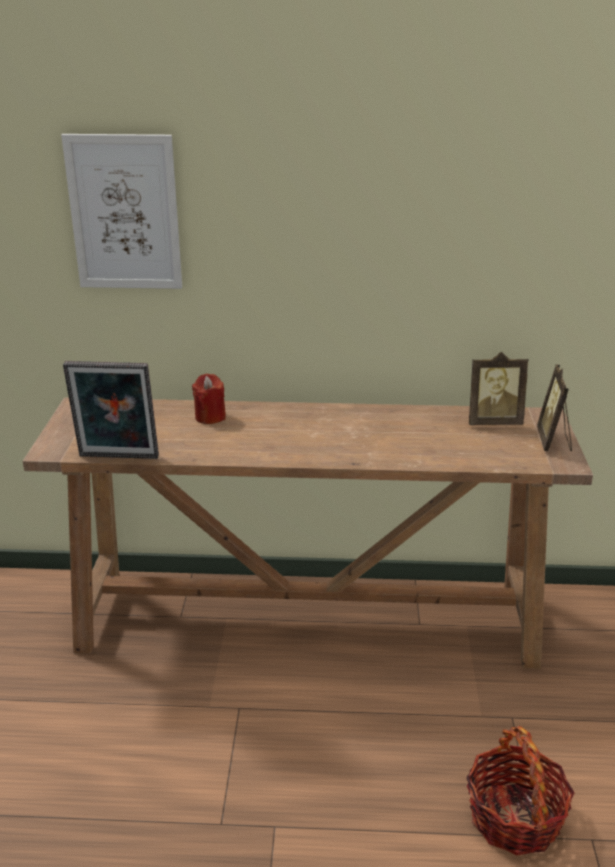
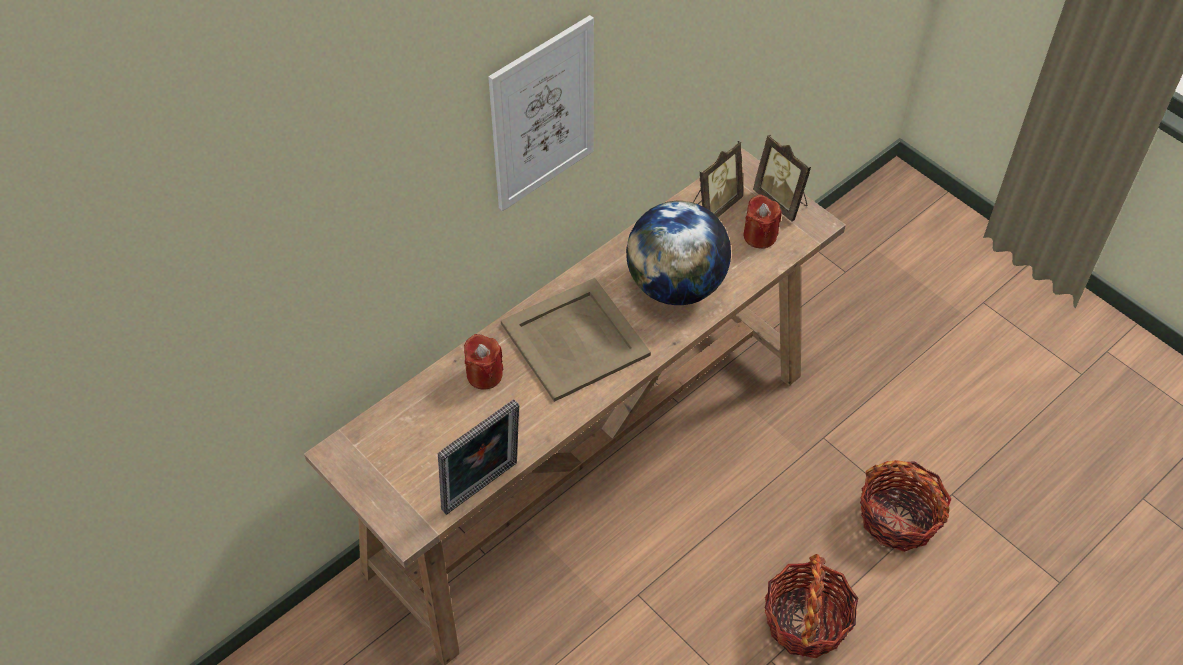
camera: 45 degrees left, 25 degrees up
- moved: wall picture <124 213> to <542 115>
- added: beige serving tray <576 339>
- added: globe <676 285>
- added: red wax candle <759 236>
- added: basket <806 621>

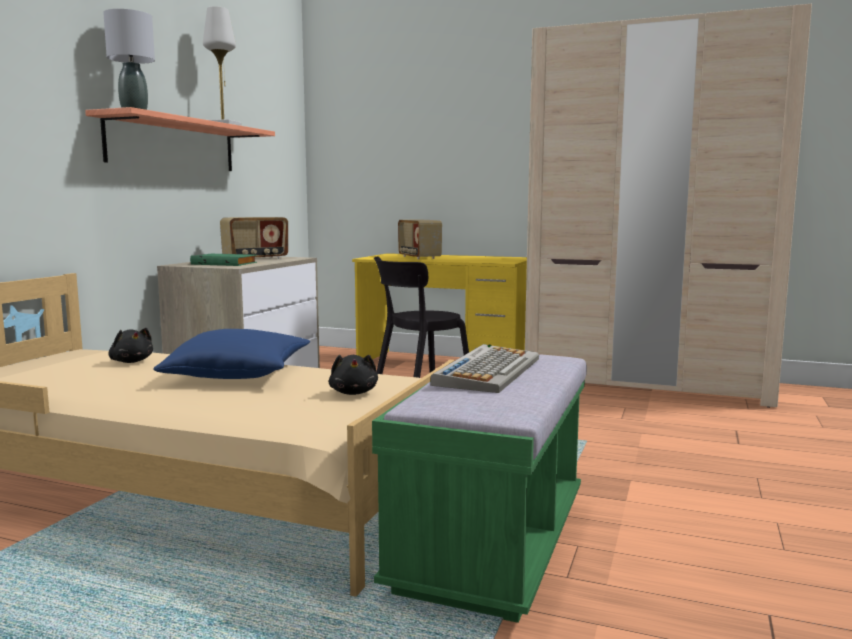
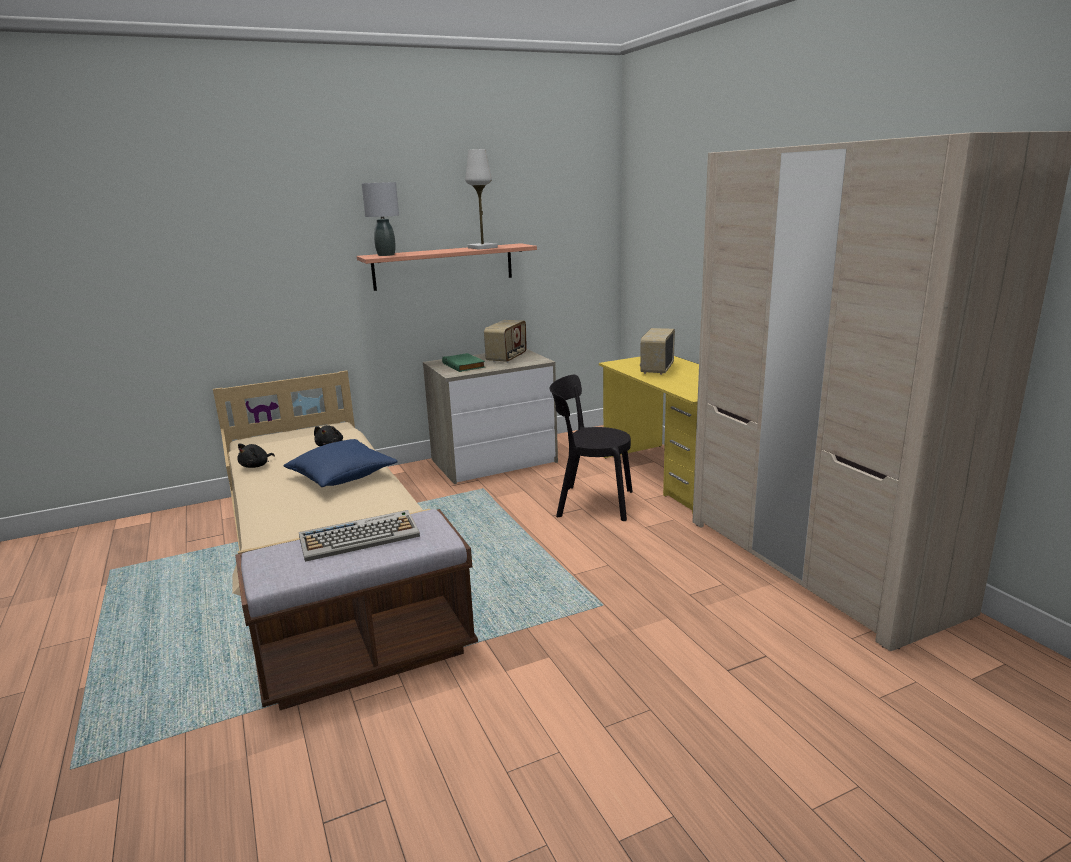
camera: 45 degrees right, 10 degrees up
- recoloured: green indoor bench <491 544> to brown indoor bench <367 656>
- moved: blackish cuddly toy <354 393> to <256 466>
- turned: radio <256 259> = <507 358> 75 degrees counterclockwise

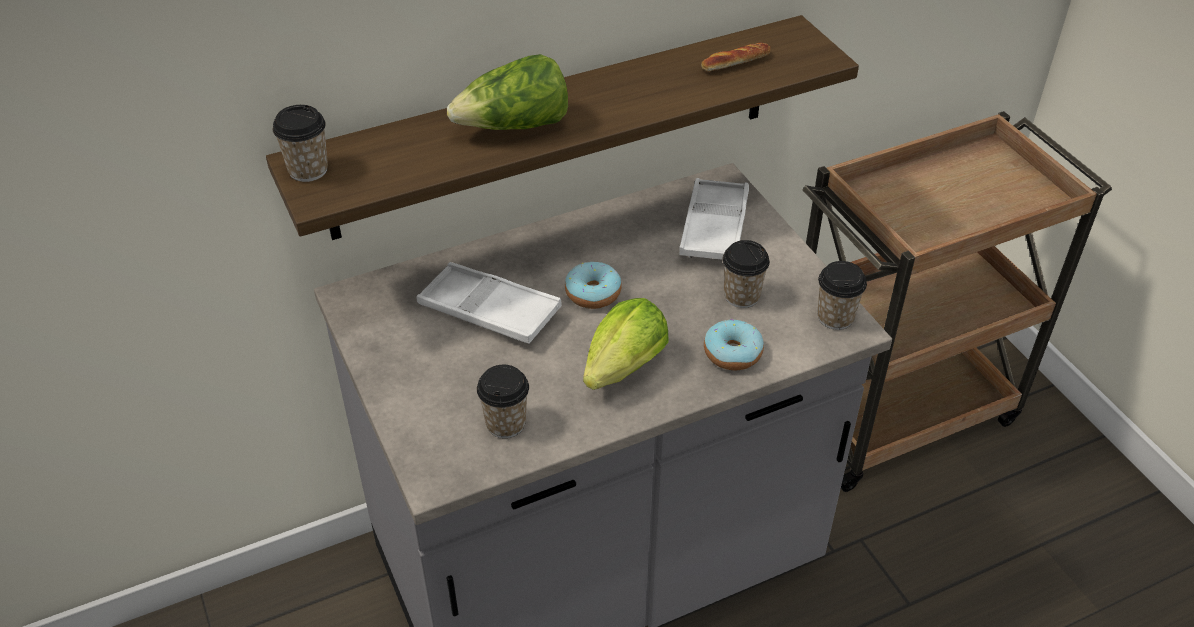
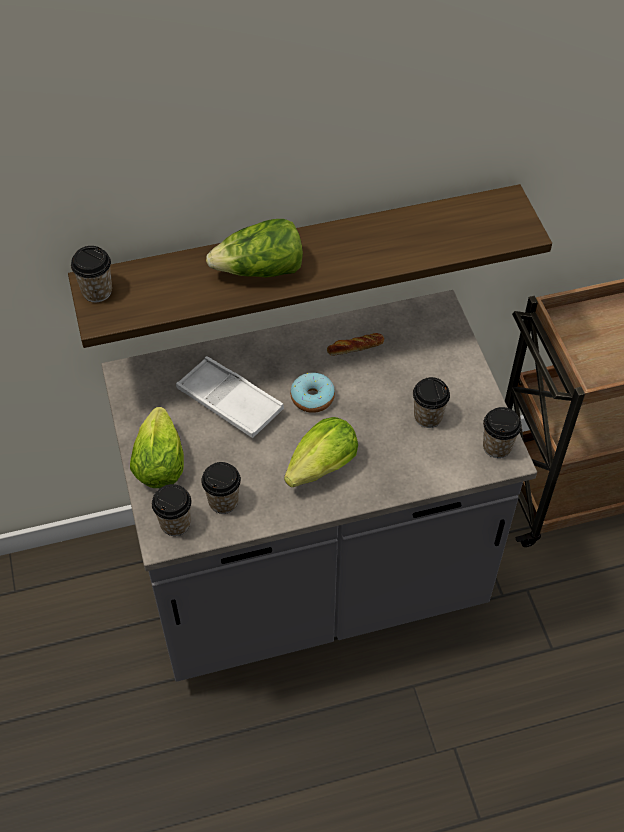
camera: 10 degrees right, 10 degrees up
- added: head of lettuce <160 459>
- added: cup <175 523>
- moved: bread <736 62> to <355 347>
- removed: whitish serving tray <714 227>
- removed: doughnut <732 353>

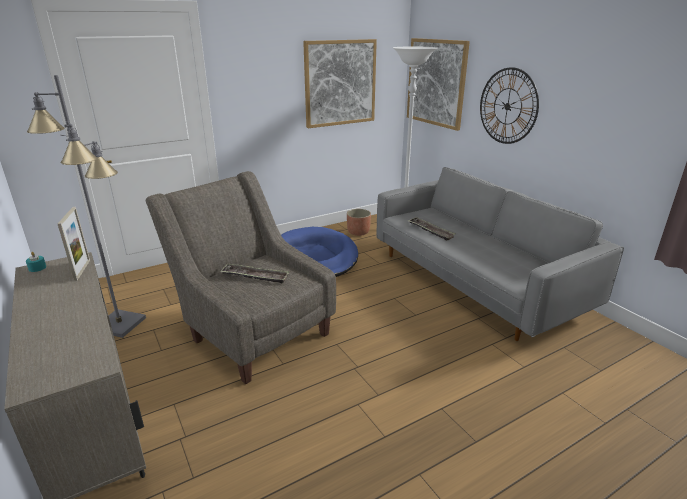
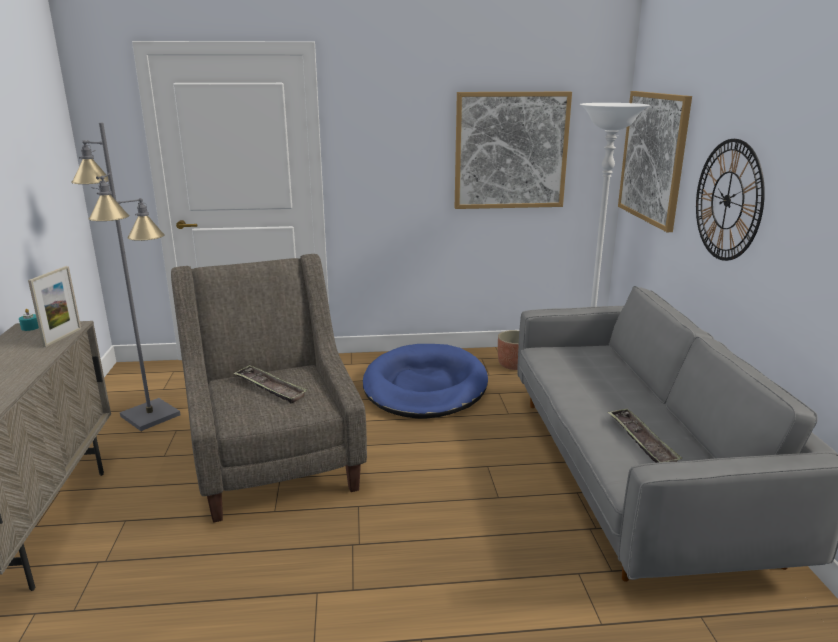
camera: 25 degrees right, 5 degrees down
- moved: serving tray <430 231> to <641 441>

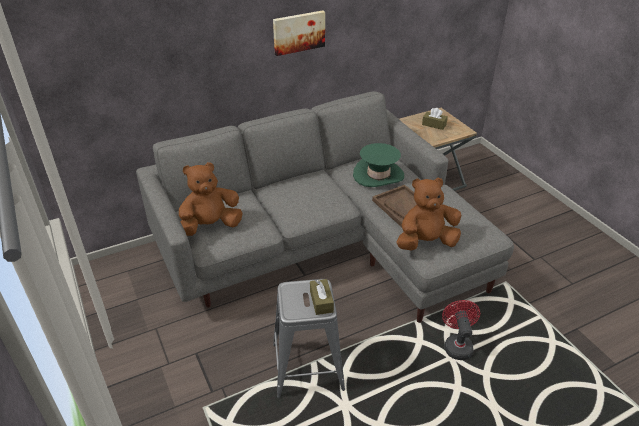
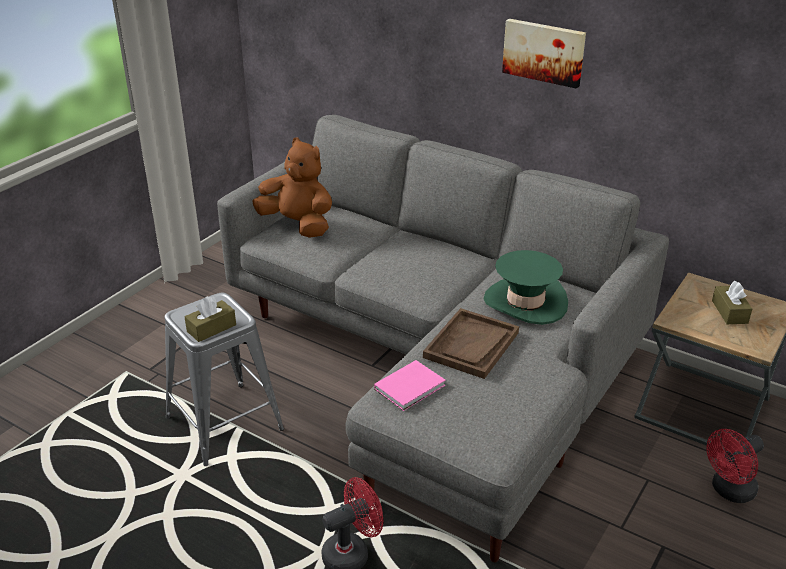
camera: 60 degrees right, 5 degrees down
- replaced: brown cuddly toy <426 242> to pinkish bound book <411 387>
- added: red fan <729 491>

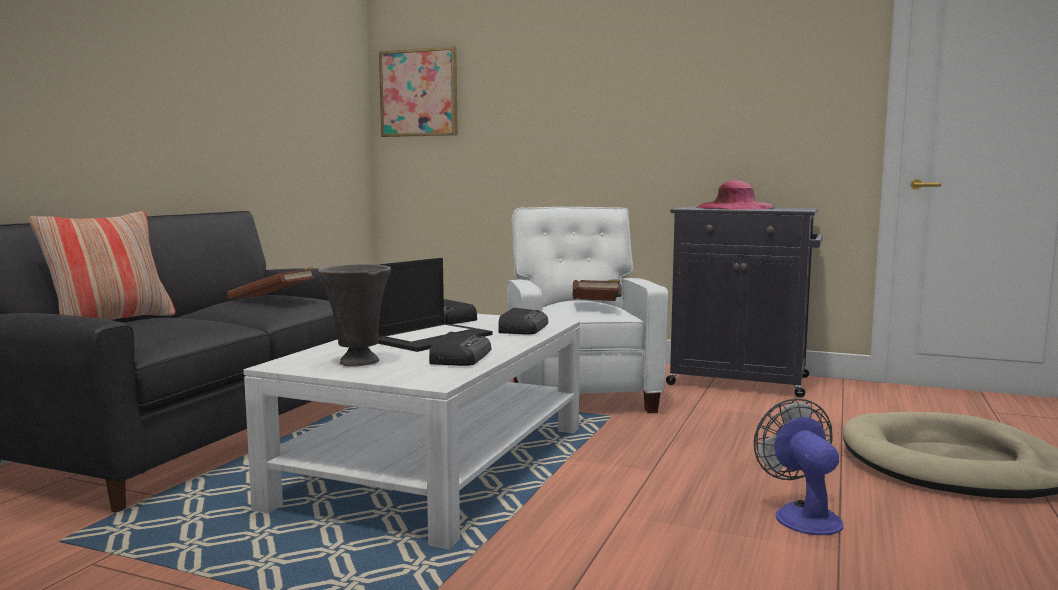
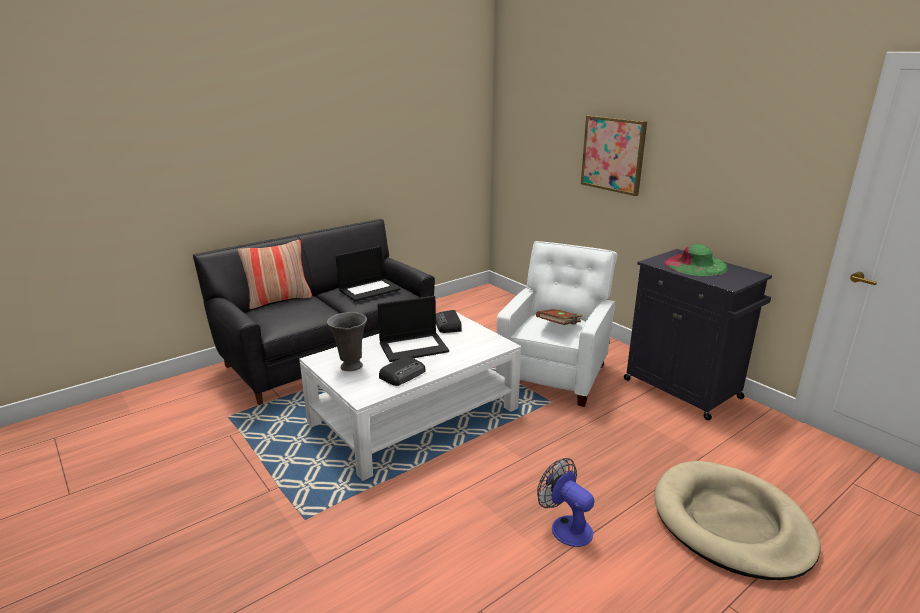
camera: 30 degrees right, 15 degrees up
- replaced: brown bound book <273 300> to notebook computer <369 289>
- turned: fan <802 515> = <565 526> 60 degrees counterclockwise
- moved: wall picture <419 93> to <613 154>
- recoloured: pinkish hat <734 207> to green hat <695 265>
- removed: radio <523 328>

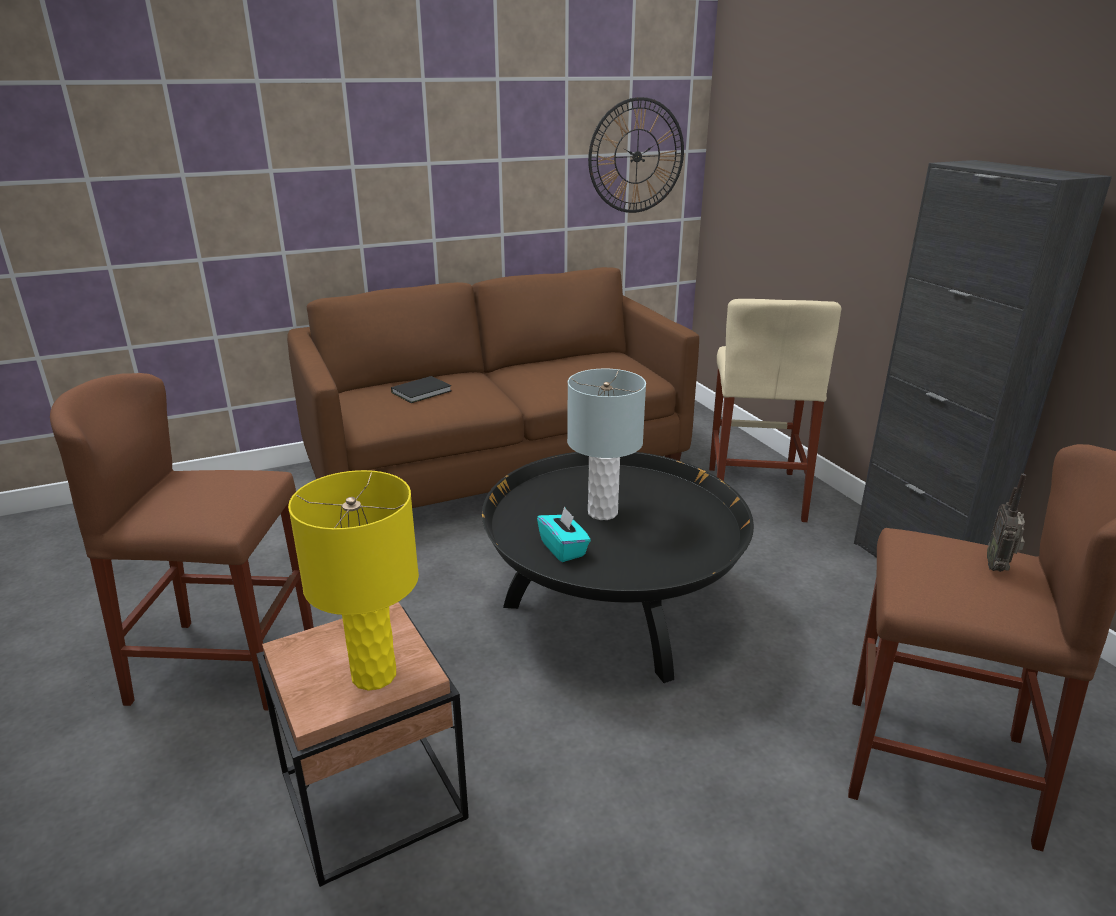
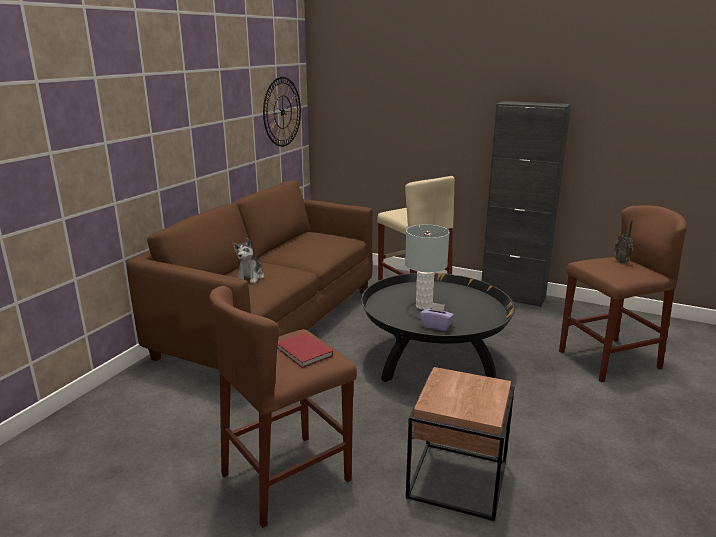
camera: 40 degrees left, 5 degrees down
- replaced: blackish bound book <423 391> to cuddly toy <250 277>
- added: red bound book <304 353>
- recoloured: turquoise-coloured tissue box <563 549> to purple tissue box <436 326>
- removed: yellow-coloured lamp for a table <374 676>

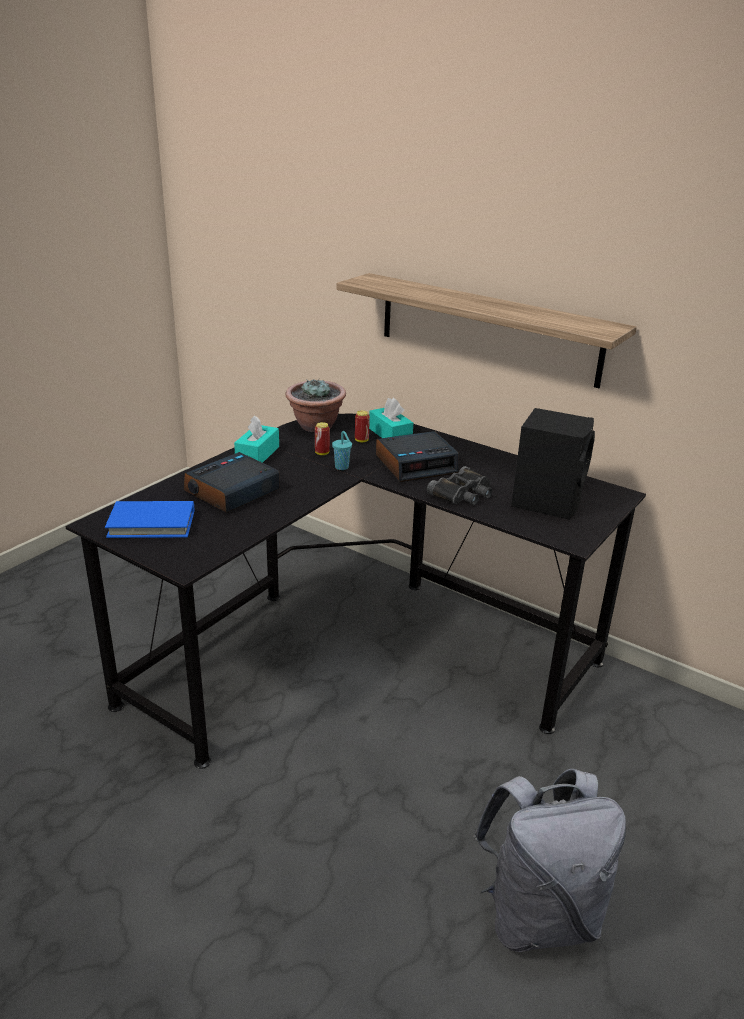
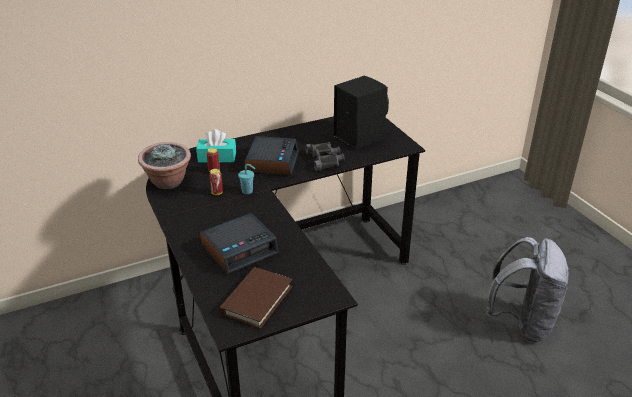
camera: 60 degrees left, 5 degrees up
- turned: table clock <232 492> = <240 249> 105 degrees counterclockwise
- recoloured: blue bound book <152 523> to brown bound book <256 300>
- removed: turquoise-coloured tissue box <257 454>
- removed: shelf <487 329>

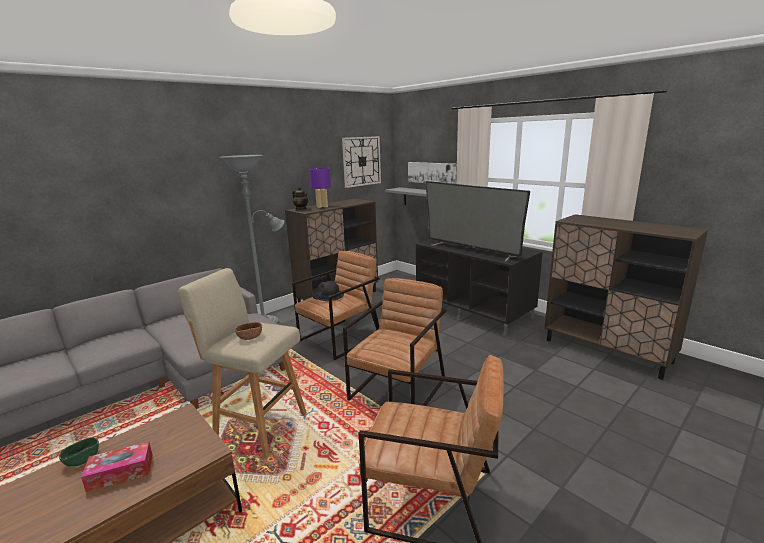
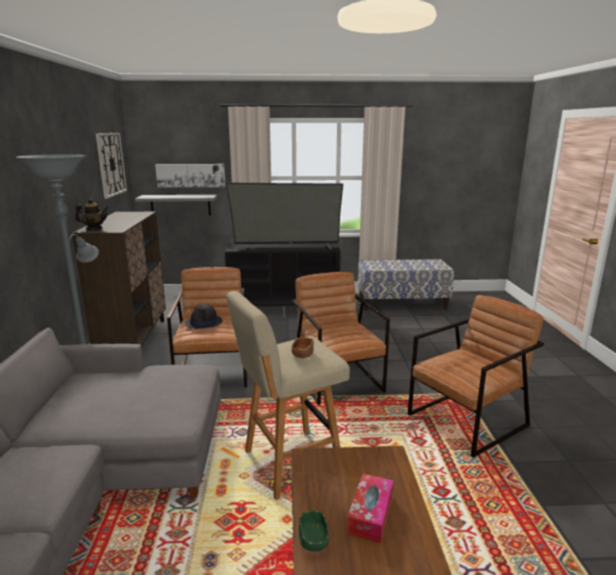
camera: 50 degrees left, 0 degrees up
- replaced: brown cupboard <607 351> to indoor bench <402 303>
- removed: purple lamp for a table <322 206>

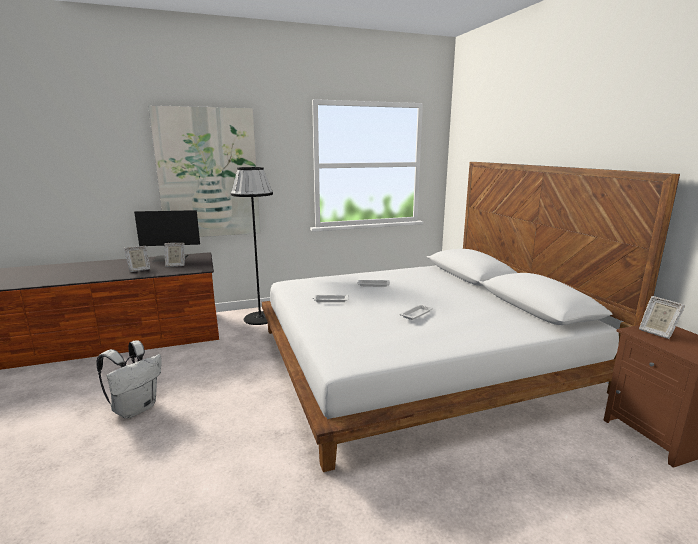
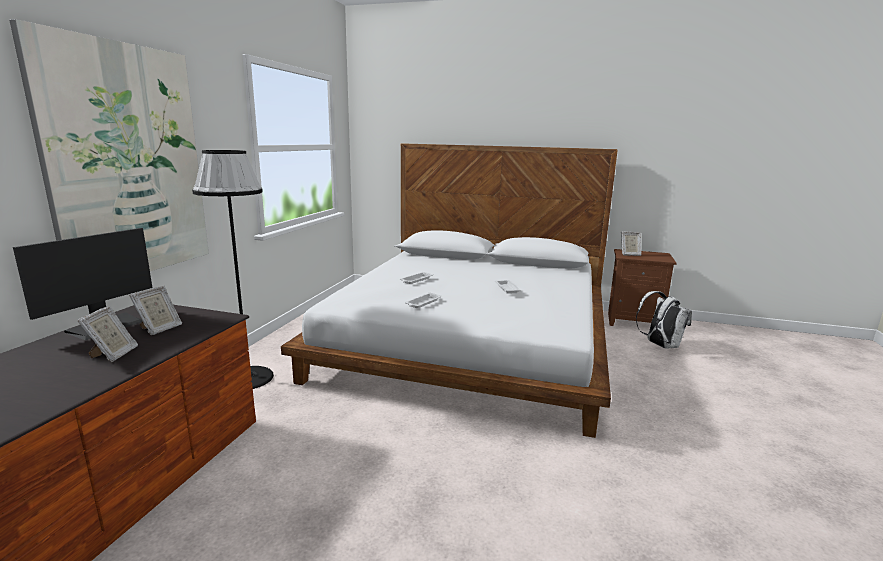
camera: 55 degrees left, 0 degrees up
- moved: whitish knapsack <135 408> to <660 345>

